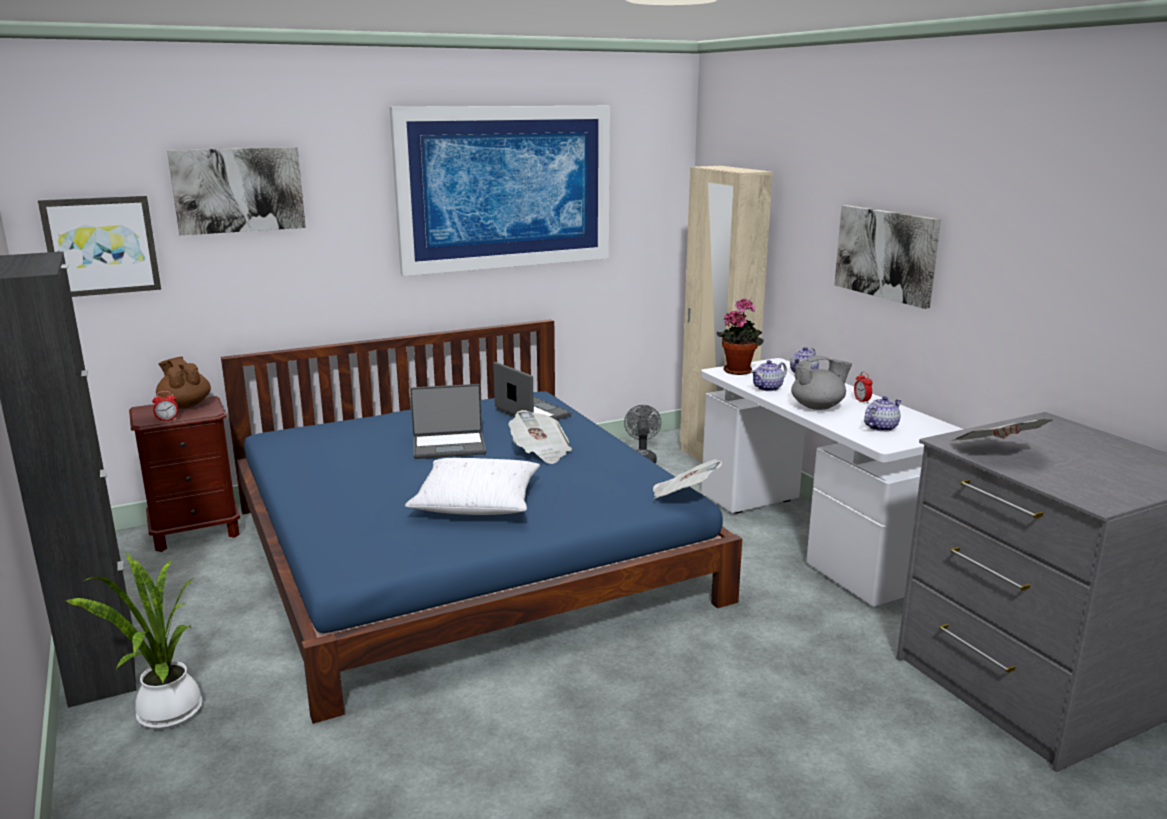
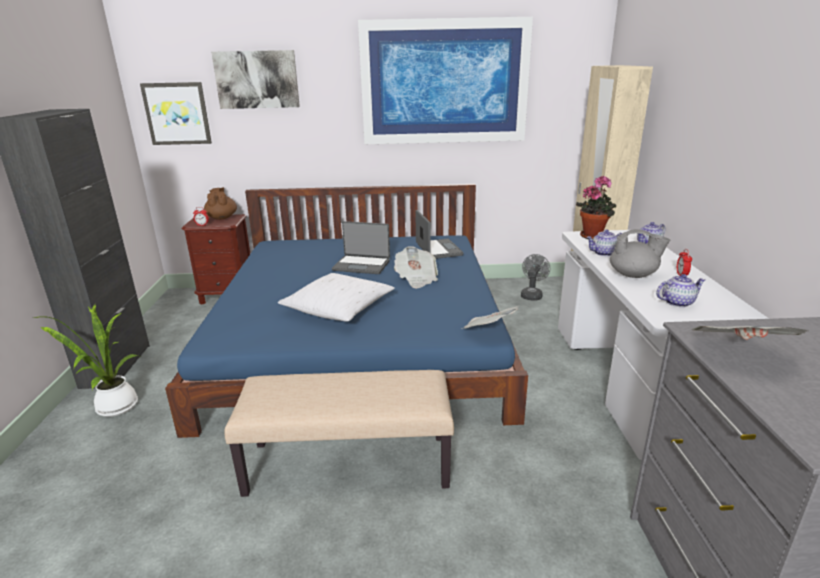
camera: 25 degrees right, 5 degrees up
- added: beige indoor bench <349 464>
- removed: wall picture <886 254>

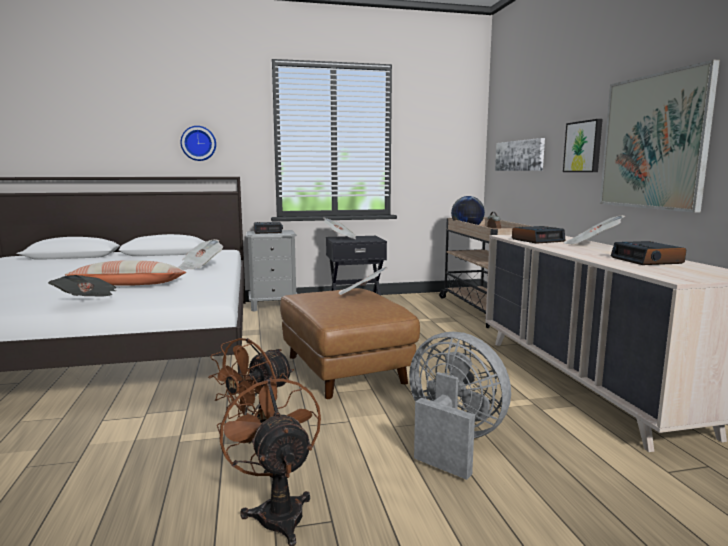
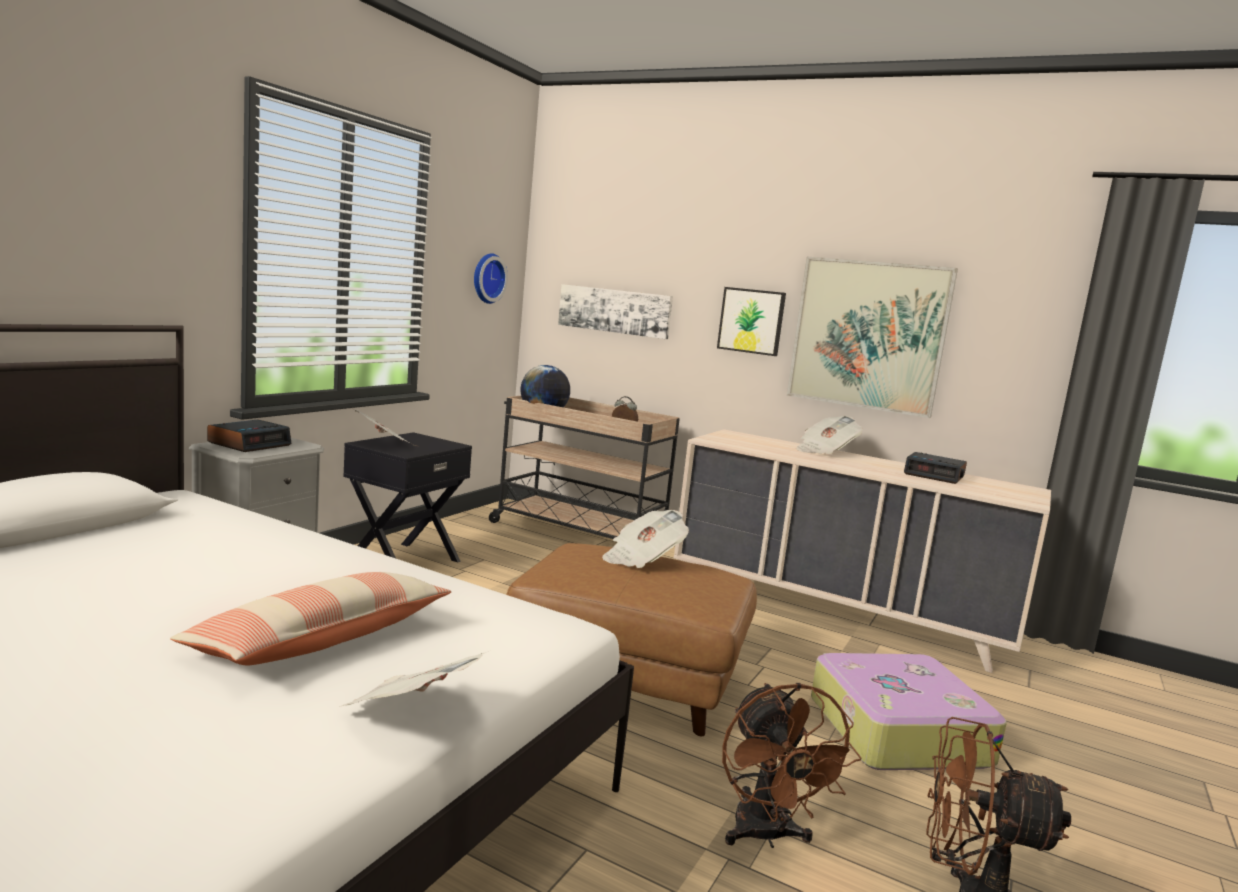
camera: 50 degrees left, 0 degrees up
- moved: wall clock <198 143> to <487 278>
- replaced: grey fan <452 441> to suitcase <895 730>
- removed: printed paper <200 267>
- removed: table clock <537 240>

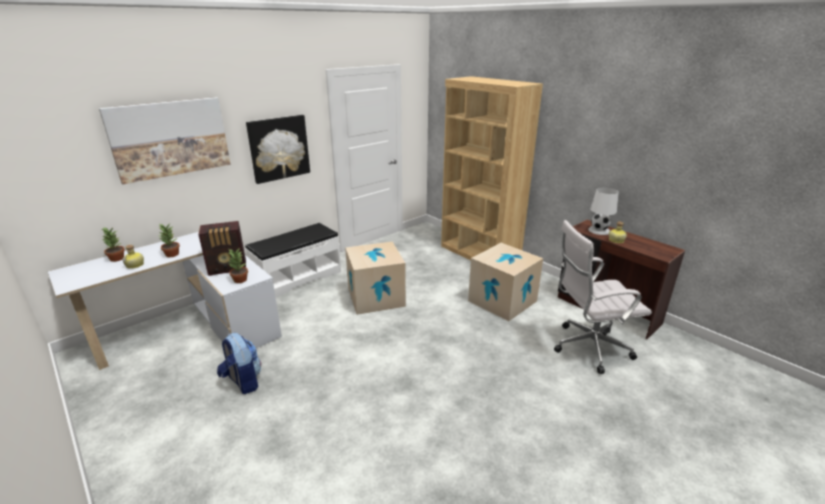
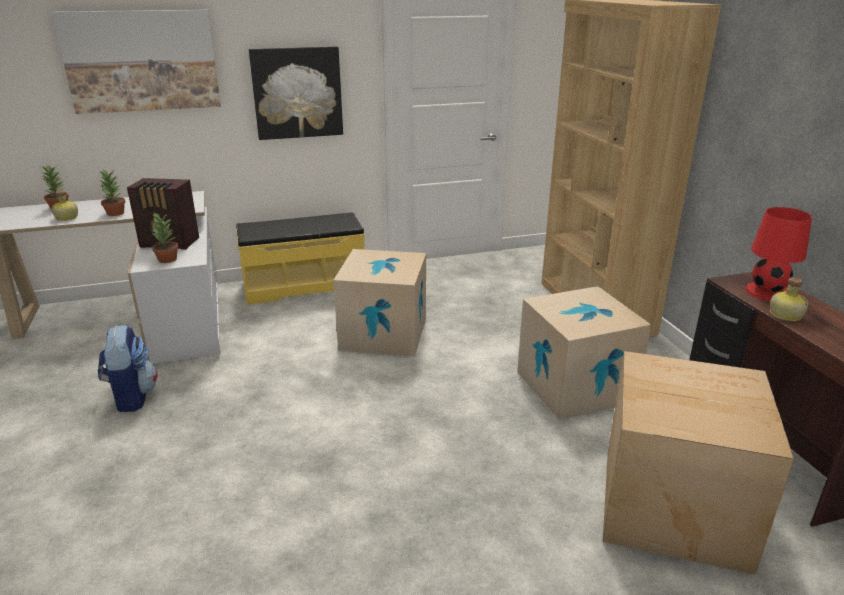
camera: 25 degrees right, 0 degrees up
- recoloured: whitish indoor bench <297 278> to yellow-coloured indoor bench <304 285>
- replaced: whitish desk chair <587 348> to packing box <670 504>
- recoloured: whitish lamp for a table <599 230> to red lamp for a table <767 292>

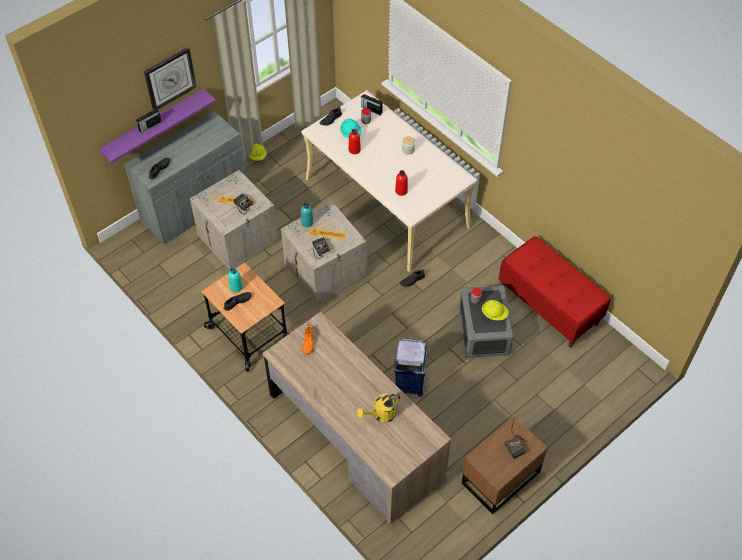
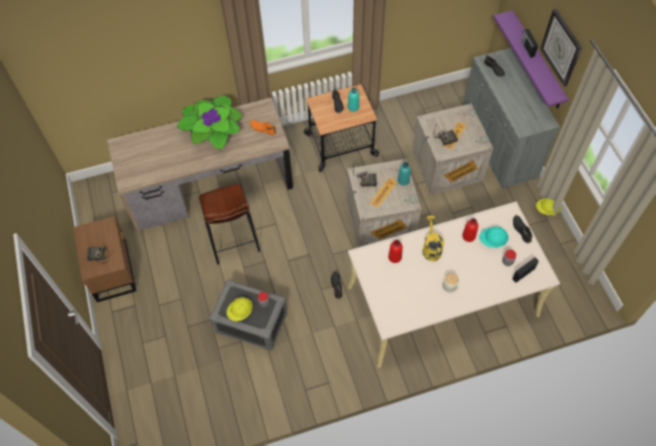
camera: 115 degrees right, 5 degrees up
- added: plant in a pot <213 131>
- replaced: blue rubbish bin <409 383> to brown stool <233 240>
- moved: yellow-coloured watering pot <381 415> to <431 248>
- removed: red indoor bench <549 305>

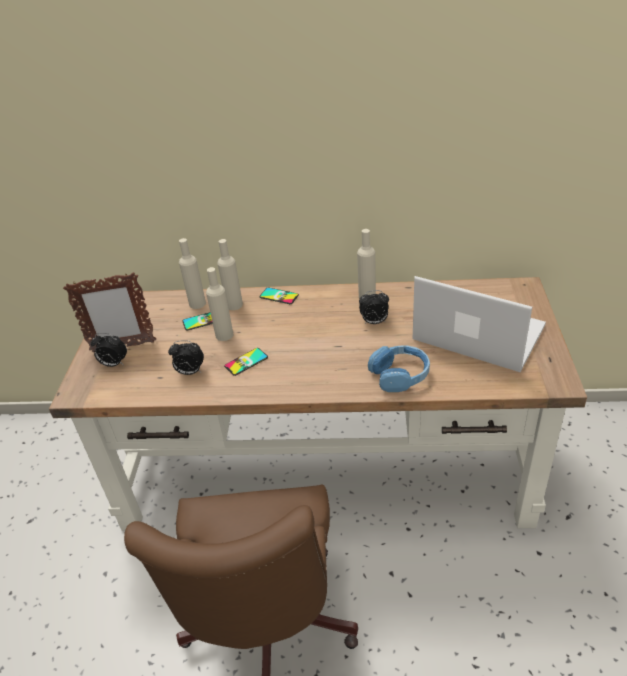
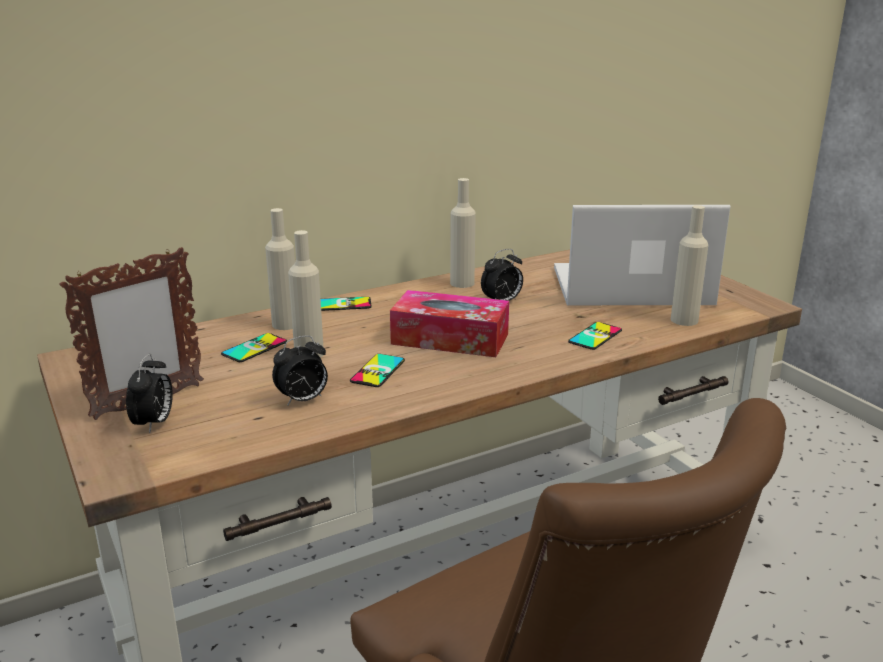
camera: 35 degrees left, 15 degrees down
- turned: table clock <113 364> = <154 423> 60 degrees counterclockwise
- added: tissue box <450 339>
- replaced: blue headphones <400 375> to handset <595 336>
- moved: beige drink bottle <197 303> to <684 320>

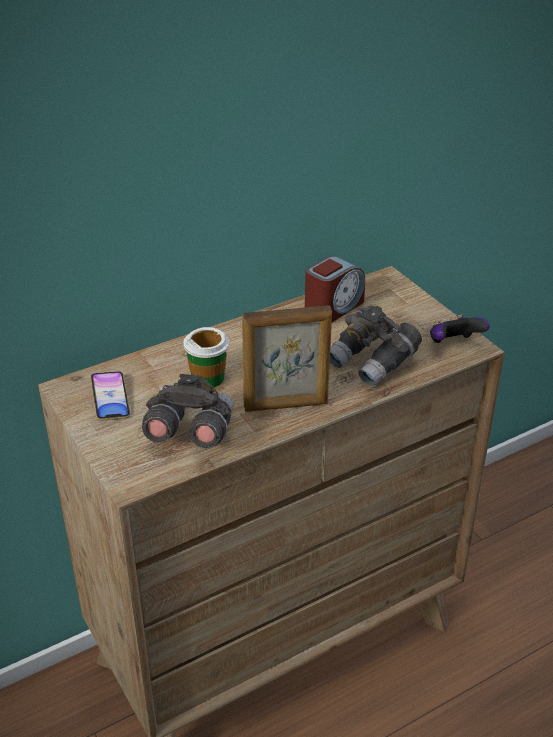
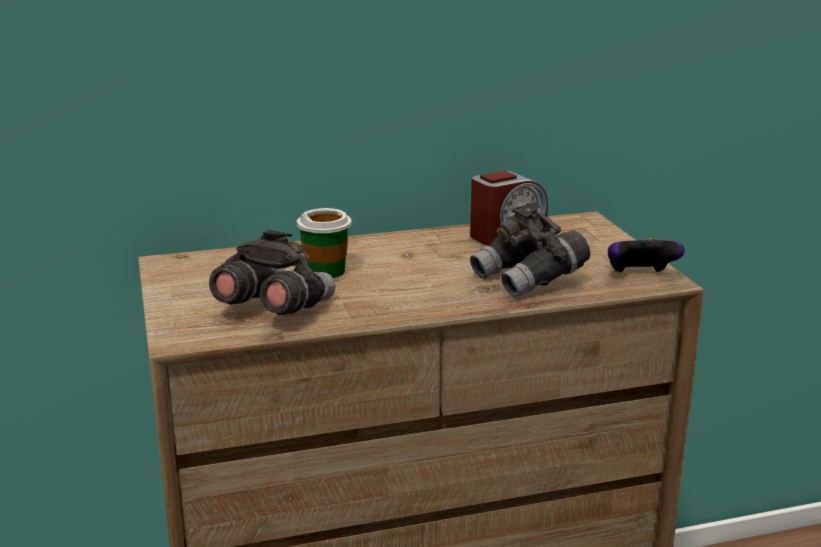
camera: 15 degrees right, 15 degrees down
- removed: handset <110 399>
- removed: standing frame <286 405>

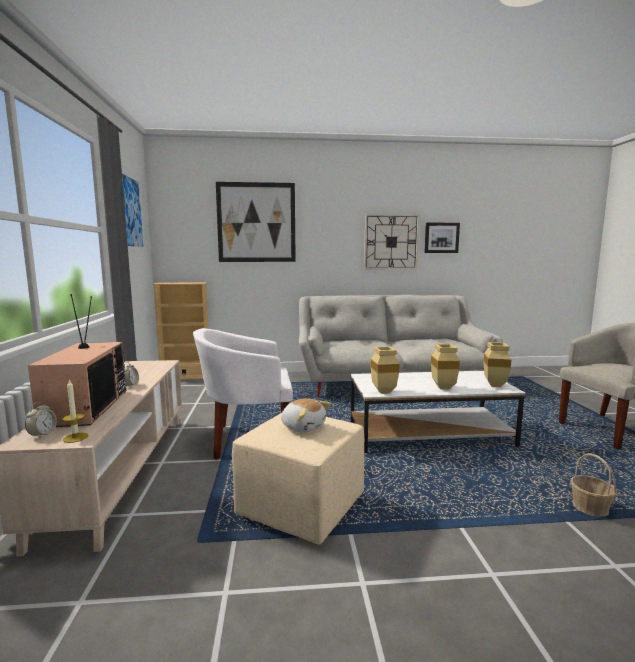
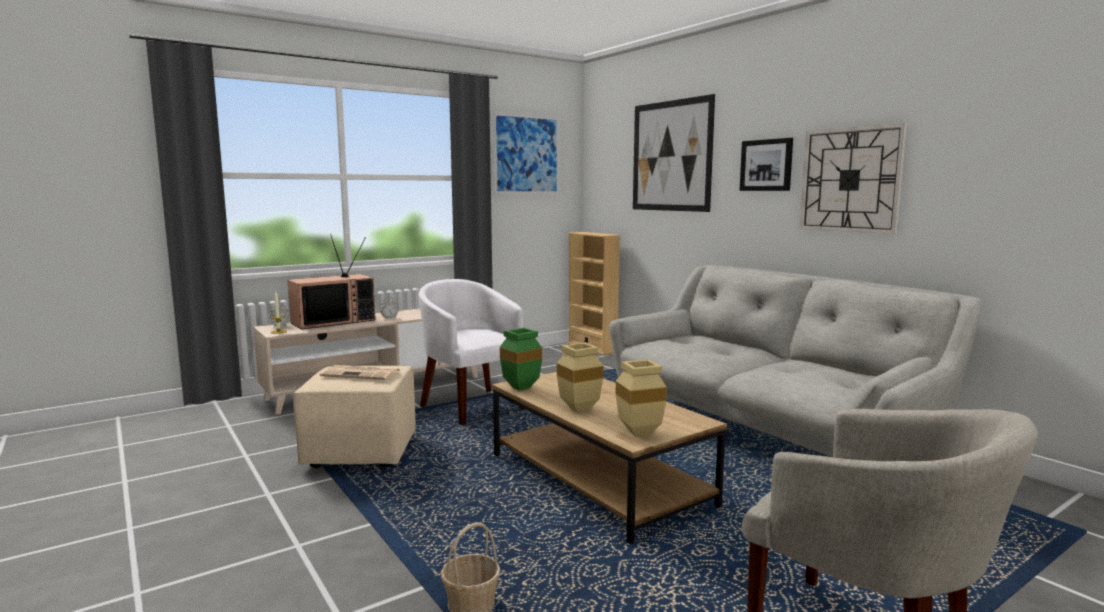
camera: 60 degrees right, 0 degrees up
- replaced: cuddly toy <303 427> to printed paper <362 374>
- recoloured: whitish lounge table <428 433> to brown lounge table <598 479>
- recoloured: beige decorative vase <382 391> to green decorative vase <522 387>
- moved: wall picture <441 238> to <766 165>

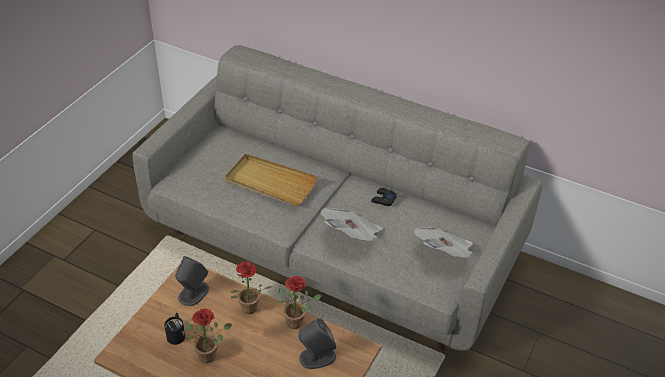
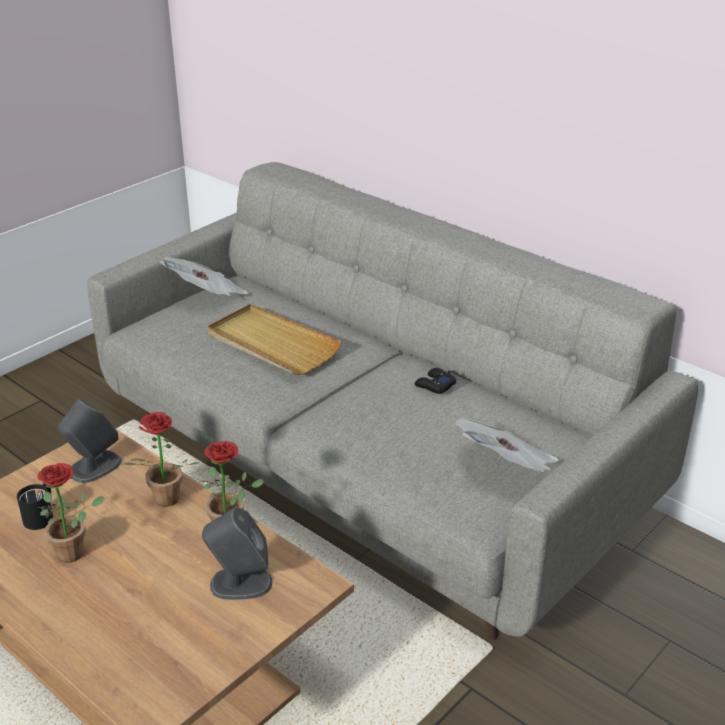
camera: 15 degrees right, 10 degrees down
- moved: printed paper <352 235> to <206 296>

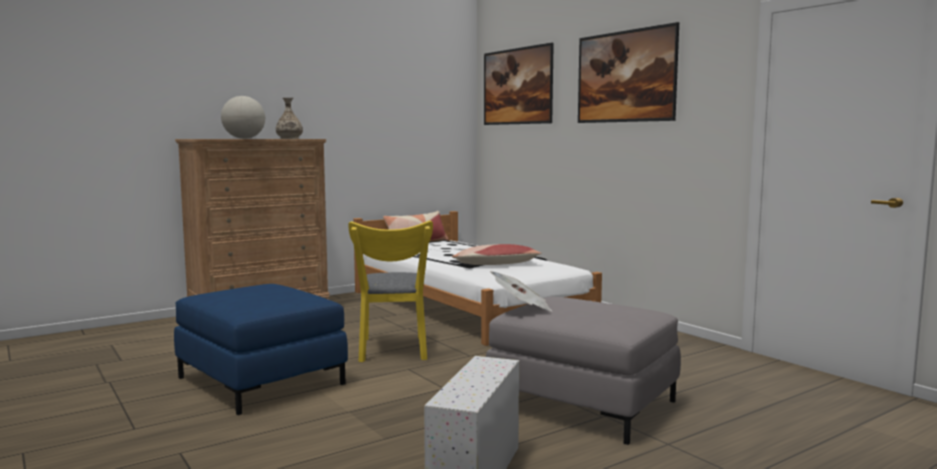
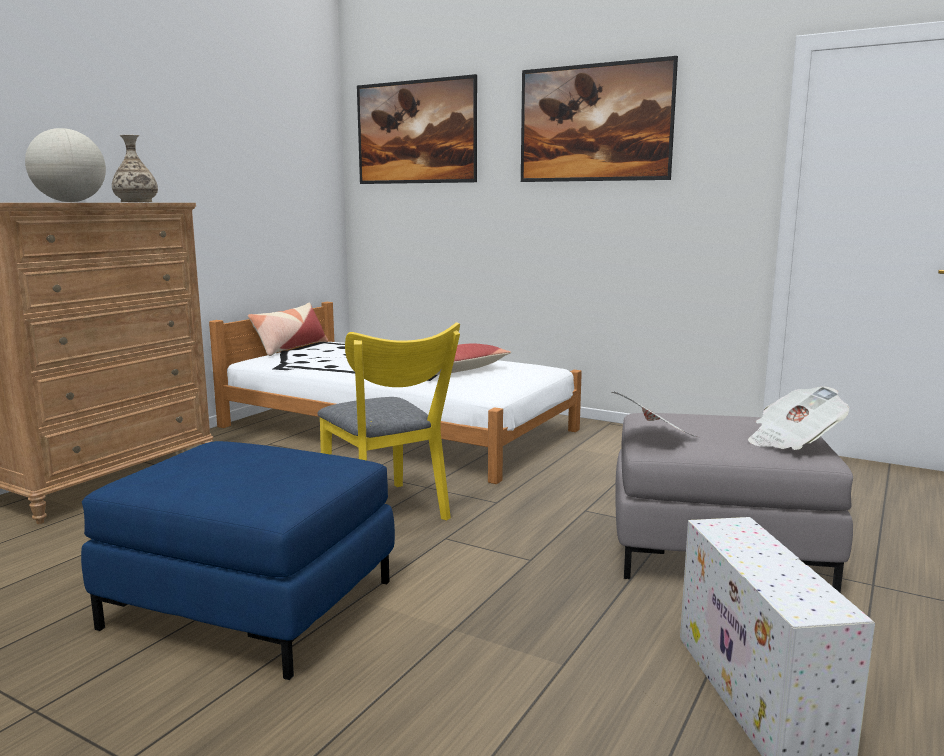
camera: 25 degrees left, 5 degrees up
- added: printed paper <793 441>

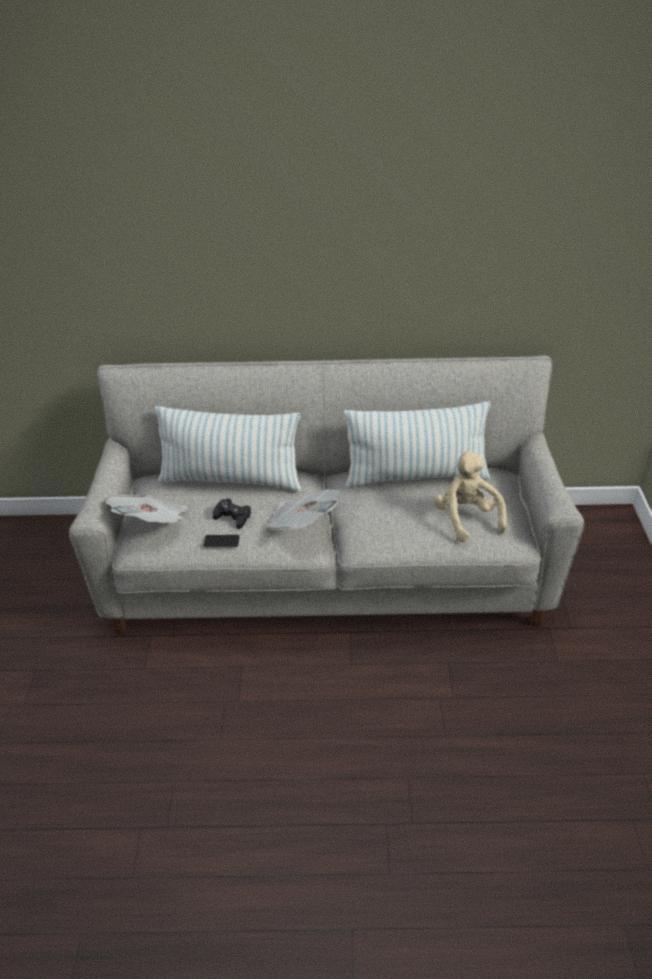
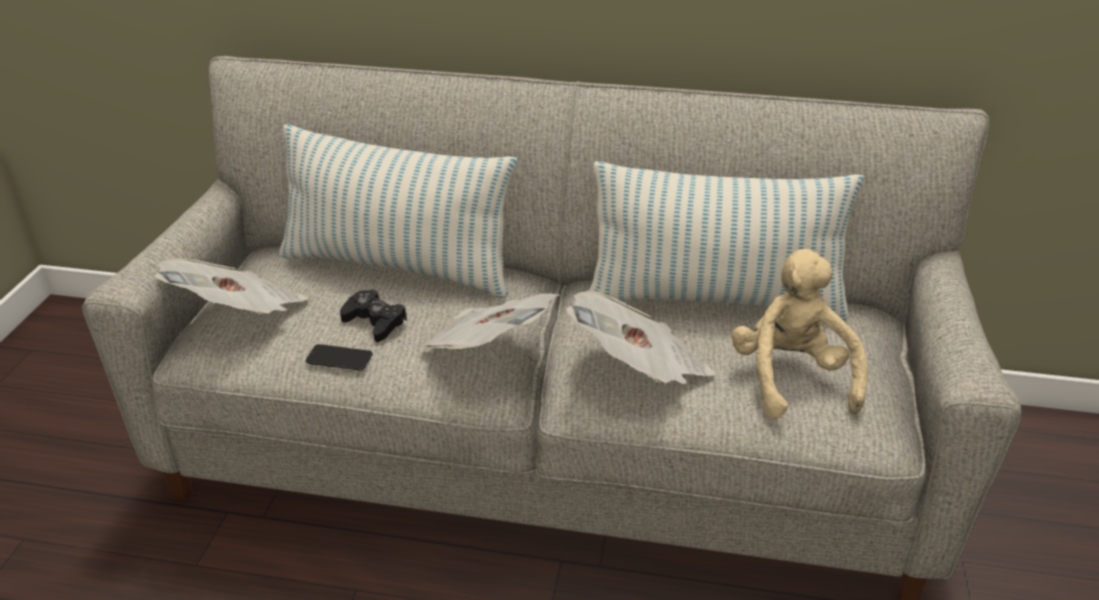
camera: 10 degrees right, 5 degrees down
- added: printed paper <639 369>

